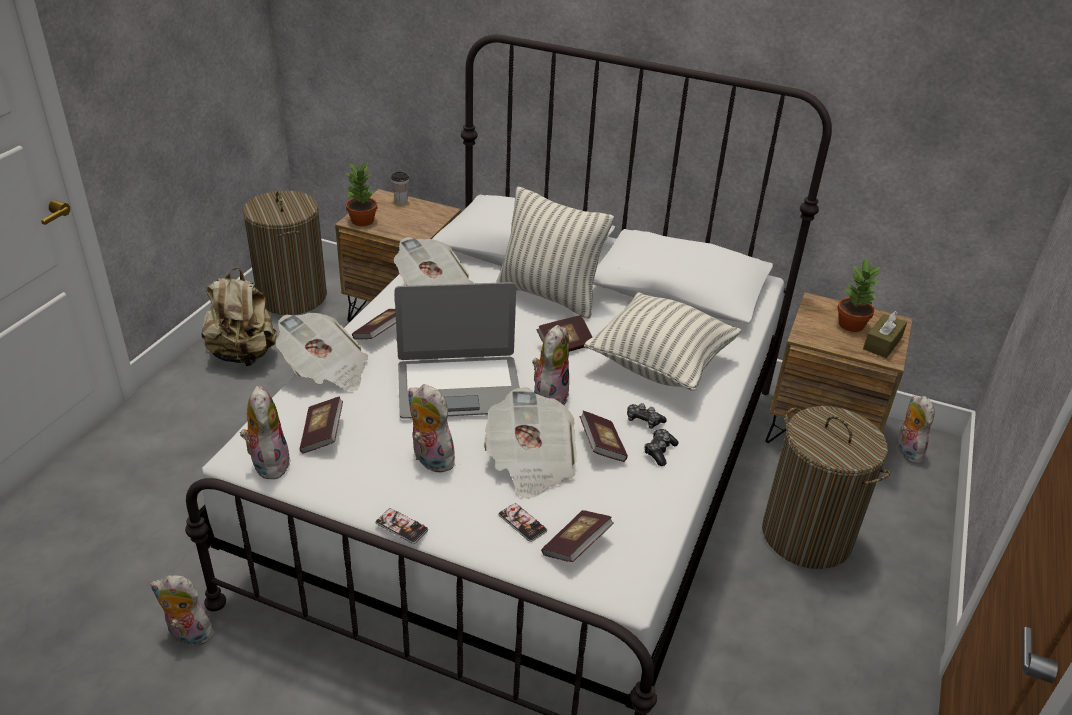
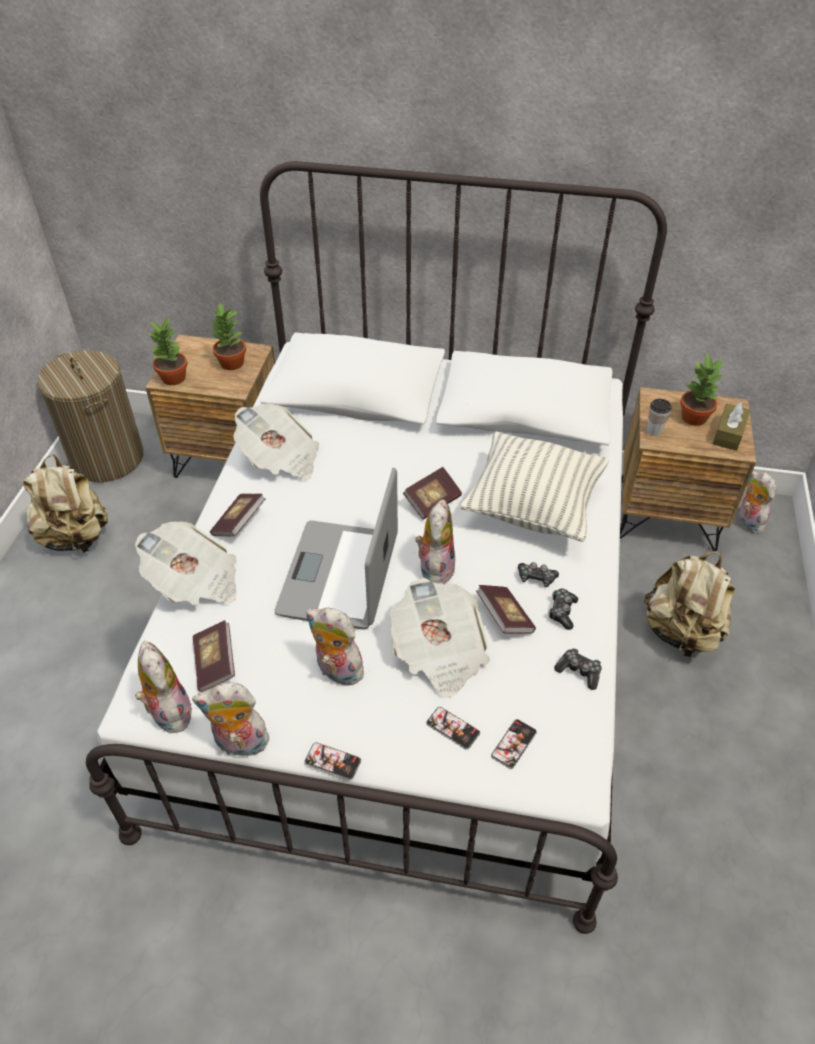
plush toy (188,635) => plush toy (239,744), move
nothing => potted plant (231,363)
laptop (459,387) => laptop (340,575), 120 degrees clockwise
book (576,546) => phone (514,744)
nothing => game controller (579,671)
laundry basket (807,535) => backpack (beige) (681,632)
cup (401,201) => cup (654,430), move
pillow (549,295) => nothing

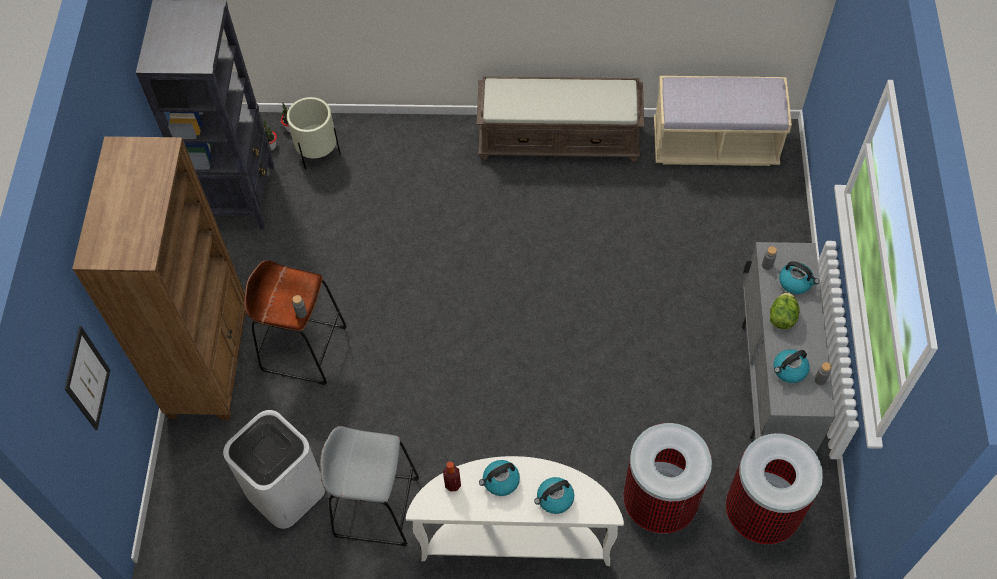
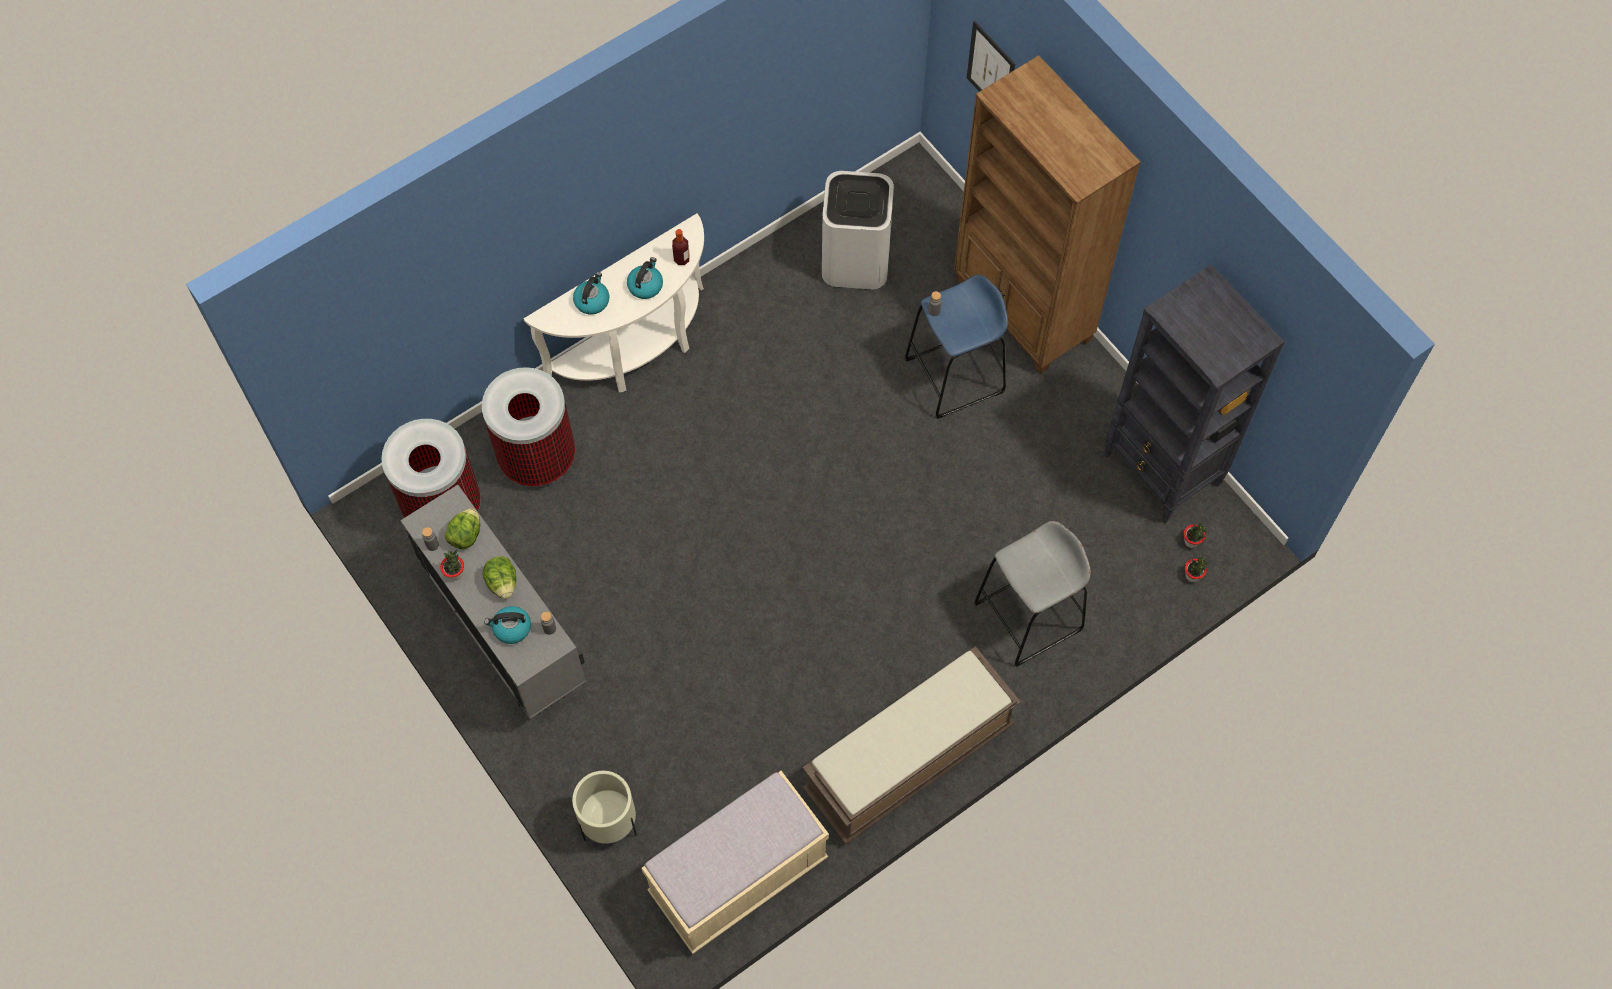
nothing => potted plant (455,574)
kettle (789,370) => lettuce (465,535)
planter (beige) (318,153) => planter (beige) (609,823), move
stool (brown) (304,348) => stool (blue) (955,376)
stool (grey) (376,507) => stool (grey) (1028,617), move

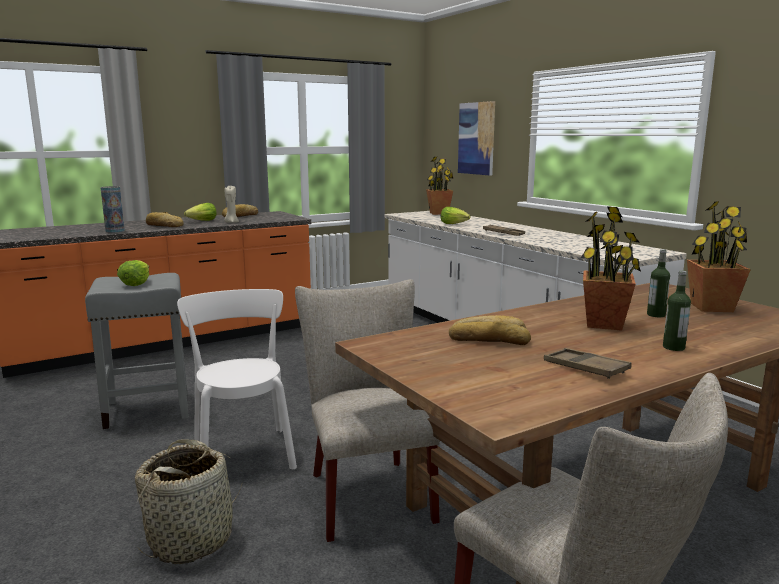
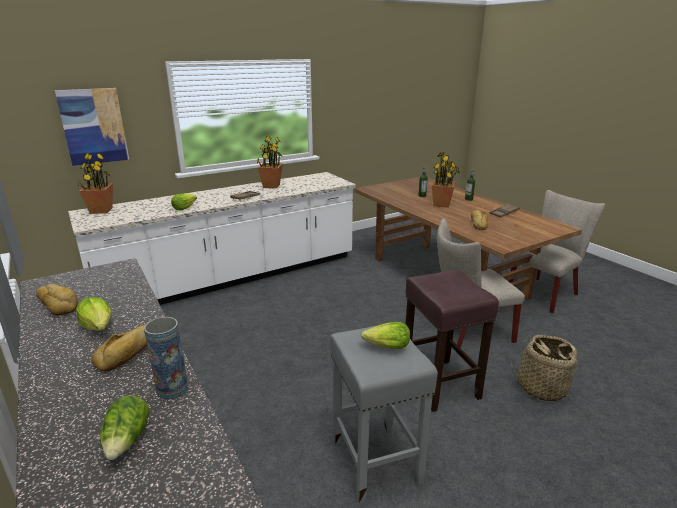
nothing => lettuce (127,440)
potted plant (711,307) => potted plant (271,186), move
chair (white) (243,452) => stool (brown) (439,383)
candle (beige) (231,222) => nothing

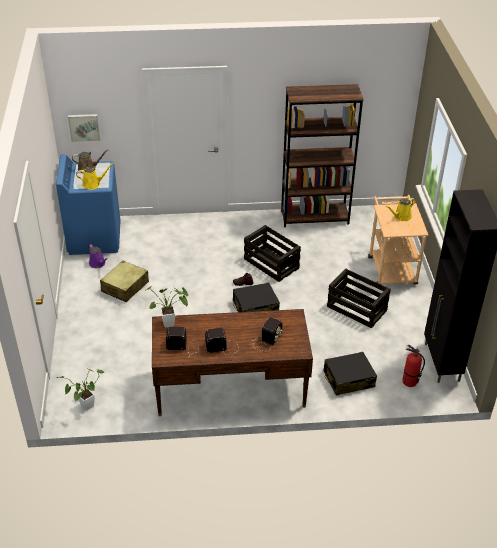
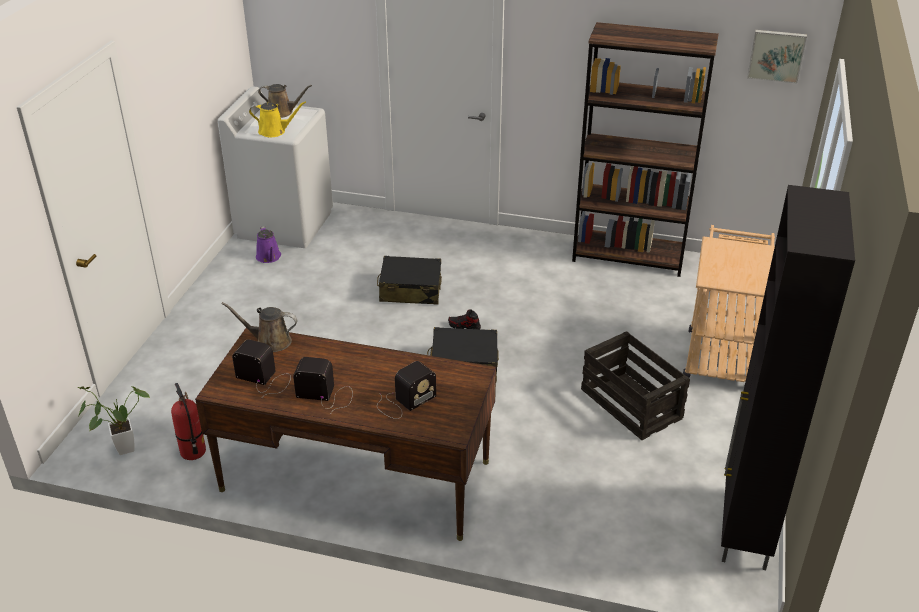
fire extinguisher (409,382) => fire extinguisher (192,452), move
washing machine (blue) (94,238) => washing machine (white) (285,224)
potted plant (171,323) => watering can (brown) (270,341)
suitcase (black) (348,379) => suitcase (black) (410,290), move
picture (84,127) => picture (776,55), move
suitcase (beige) (125,287) => nothing
crate (272,264) => nothing
watering can (yellow) (401,217) => nothing

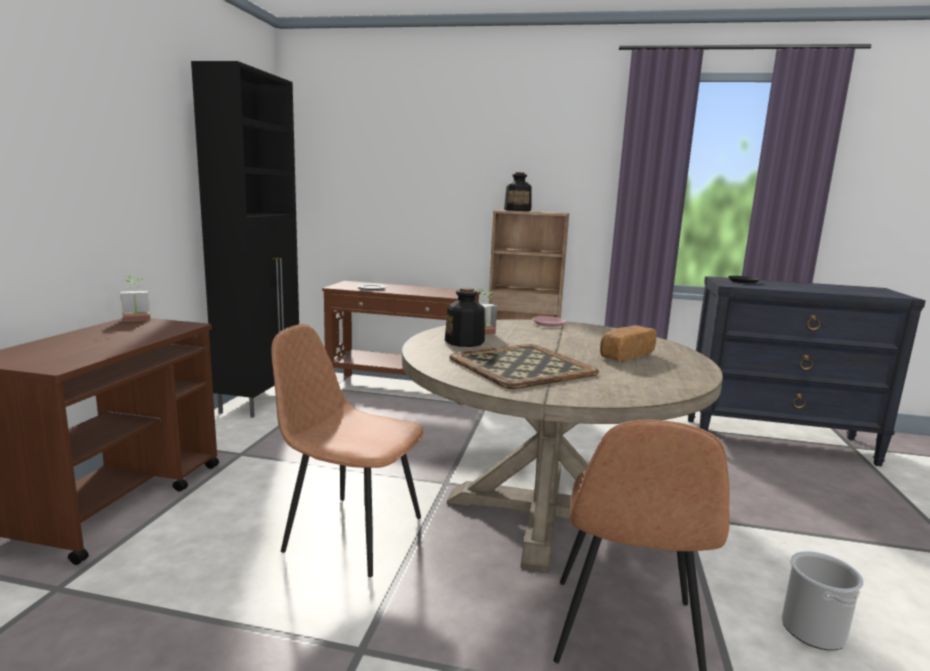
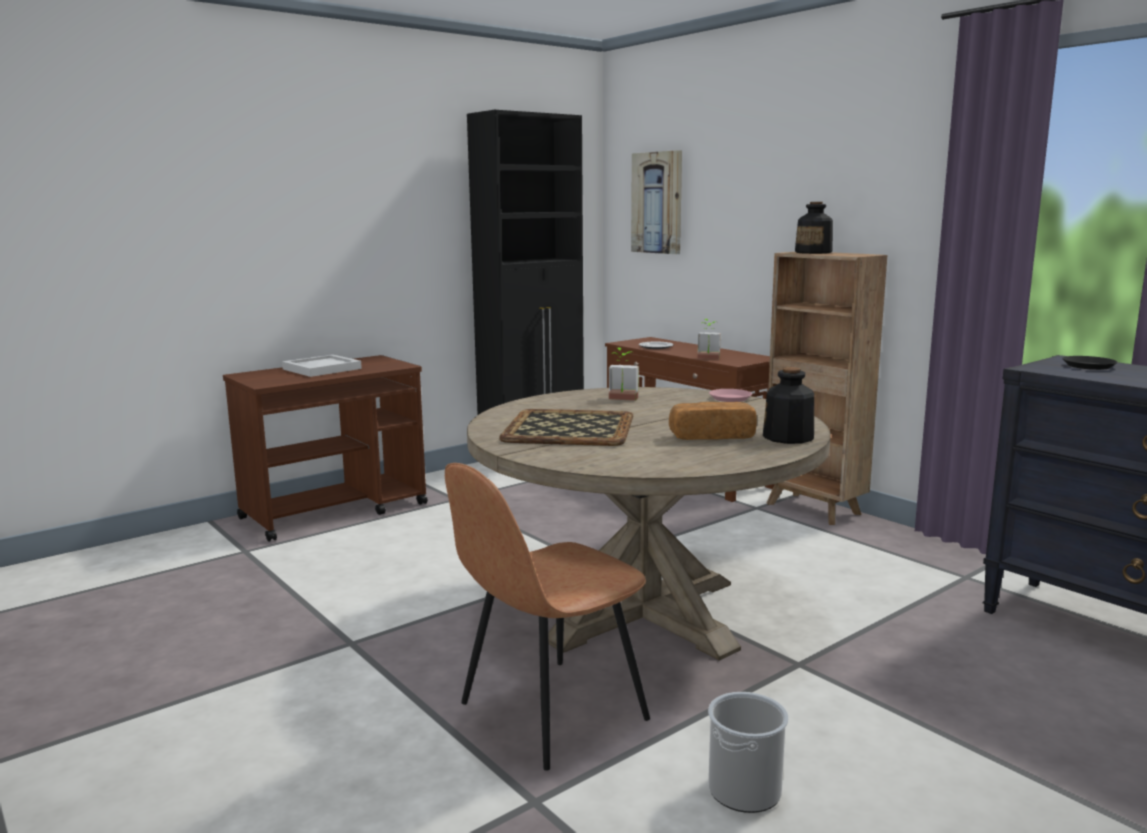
nothing => tray (white) (322,368)
nothing => picture (657,203)
potted plant (136,321) => potted plant (708,359), move
bottle (465,342) => bottle (788,437), move
chair (brown) (351,533) => nothing

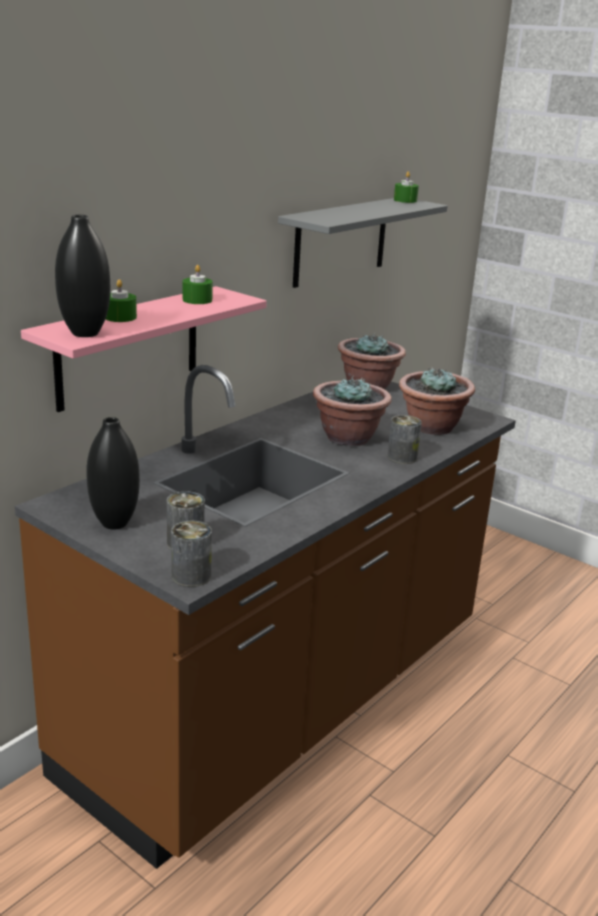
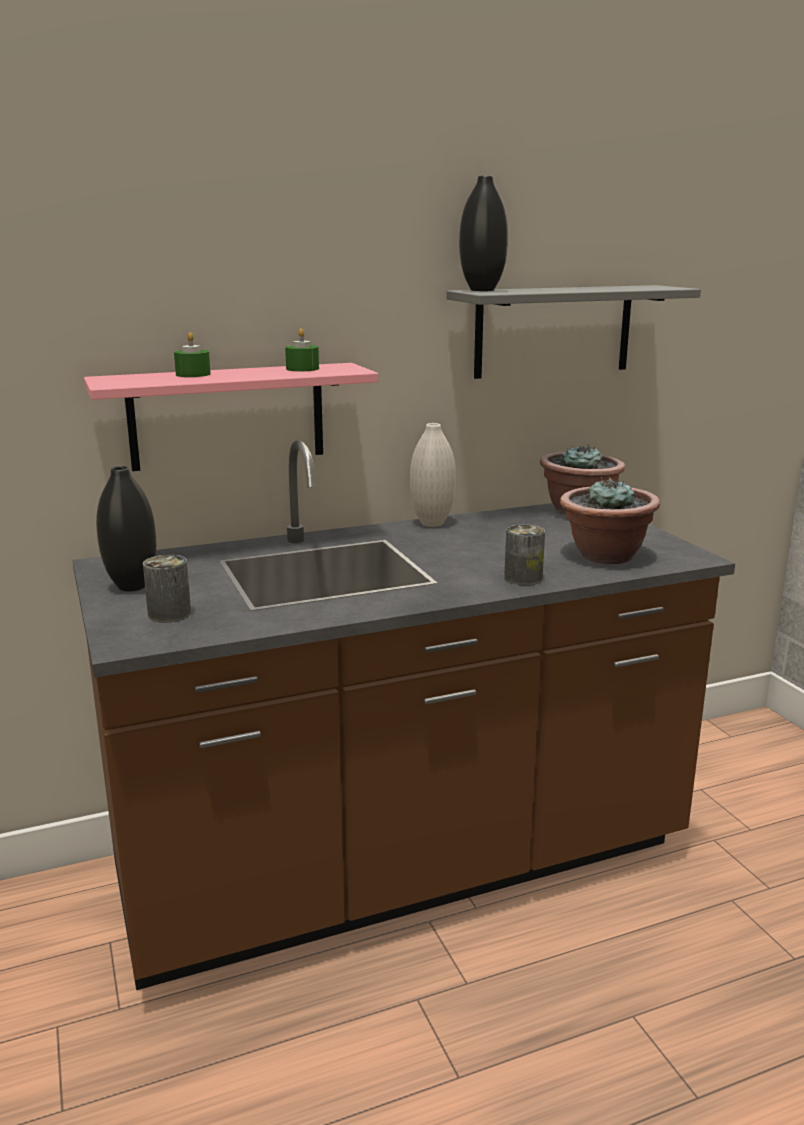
nothing => vase (white) (432,523)
vase (black) (85,333) => vase (black) (482,290), move
can (191,576) => nothing
potted plant (348,438) => nothing
candle (green) (405,200) => nothing

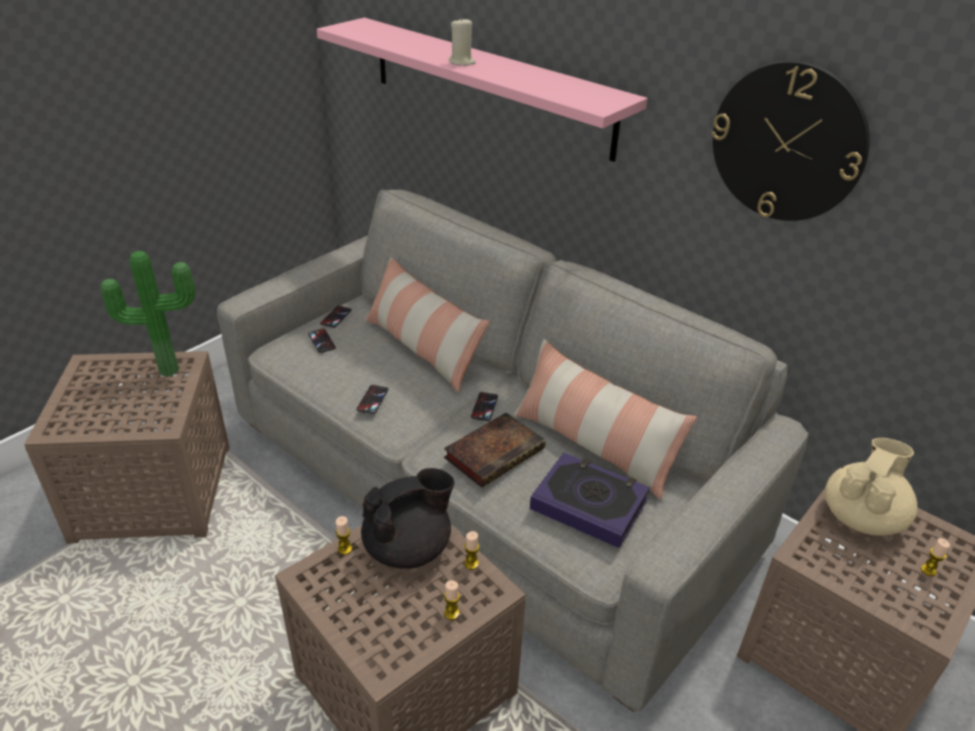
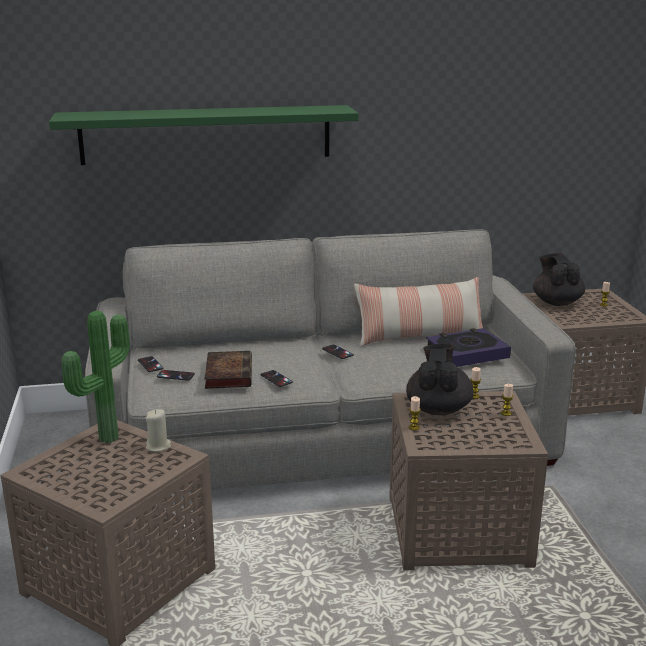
shelf (pink) (488,86) => shelf (green) (206,134)
candle (beige) (462,62) => candle (beige) (158,446), move
book (495,452) => book (228,373), move
teapot (beige) (862,517) => teapot (black) (556,302)
pillow (422,348) => nothing
wall clock (787,143) => nothing

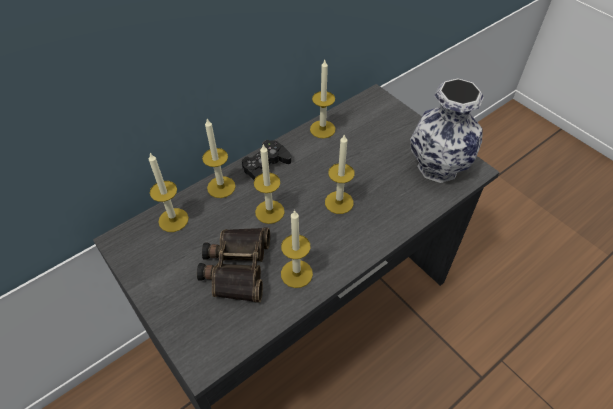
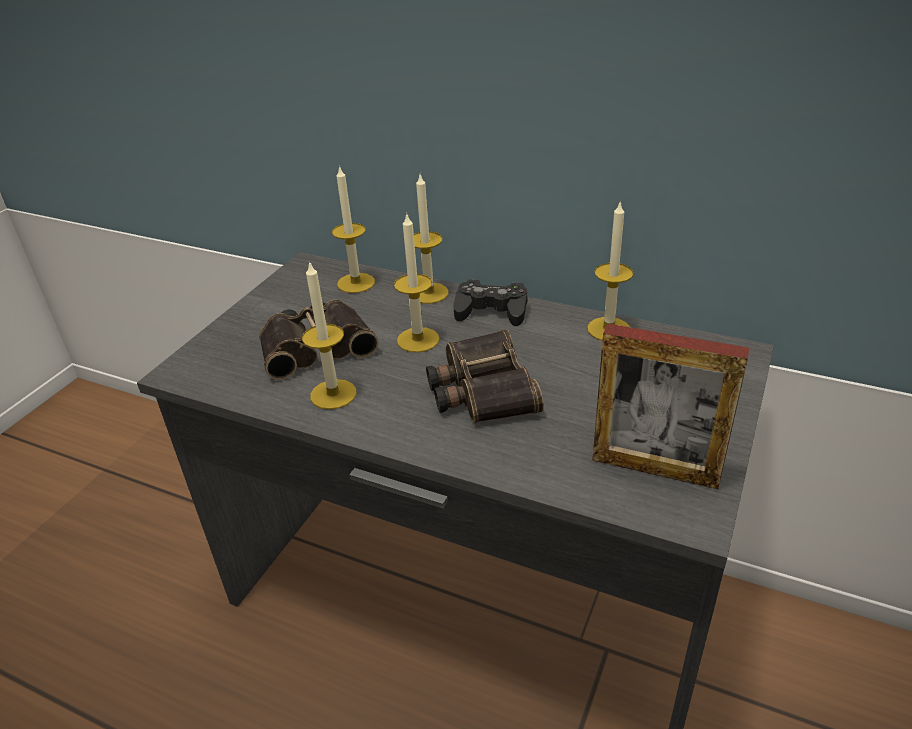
candle (339,202) => binoculars (481,389)
vase (438,166) => picture frame (655,468)

